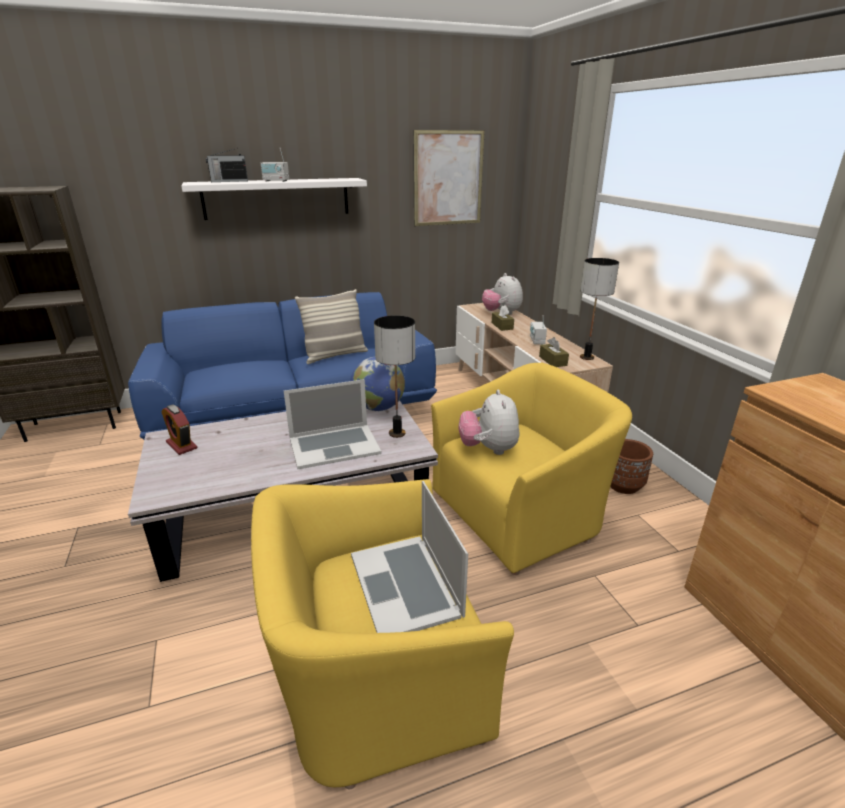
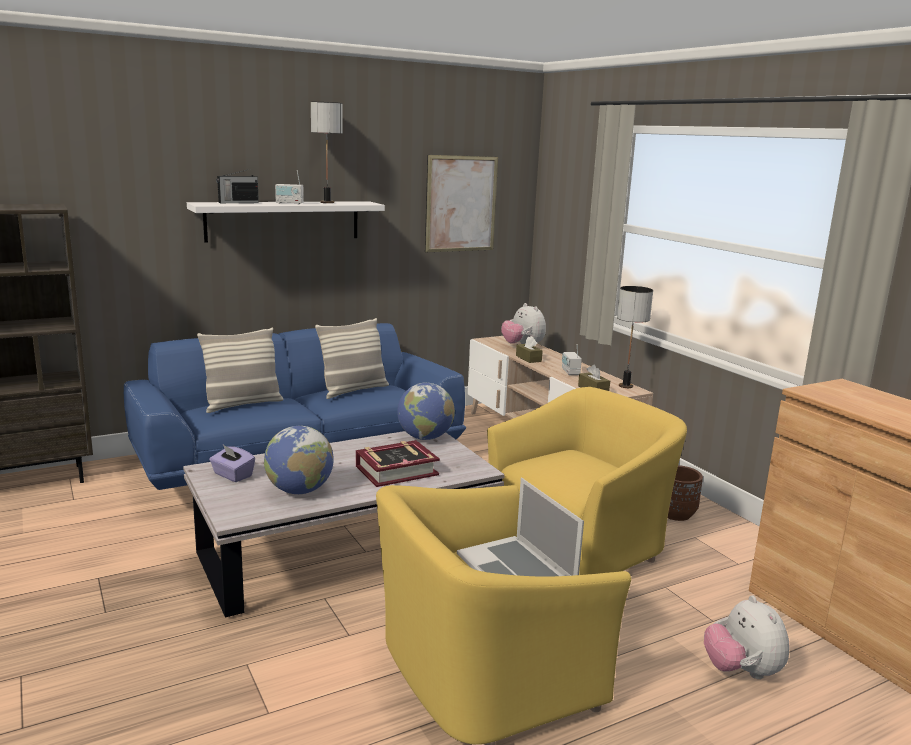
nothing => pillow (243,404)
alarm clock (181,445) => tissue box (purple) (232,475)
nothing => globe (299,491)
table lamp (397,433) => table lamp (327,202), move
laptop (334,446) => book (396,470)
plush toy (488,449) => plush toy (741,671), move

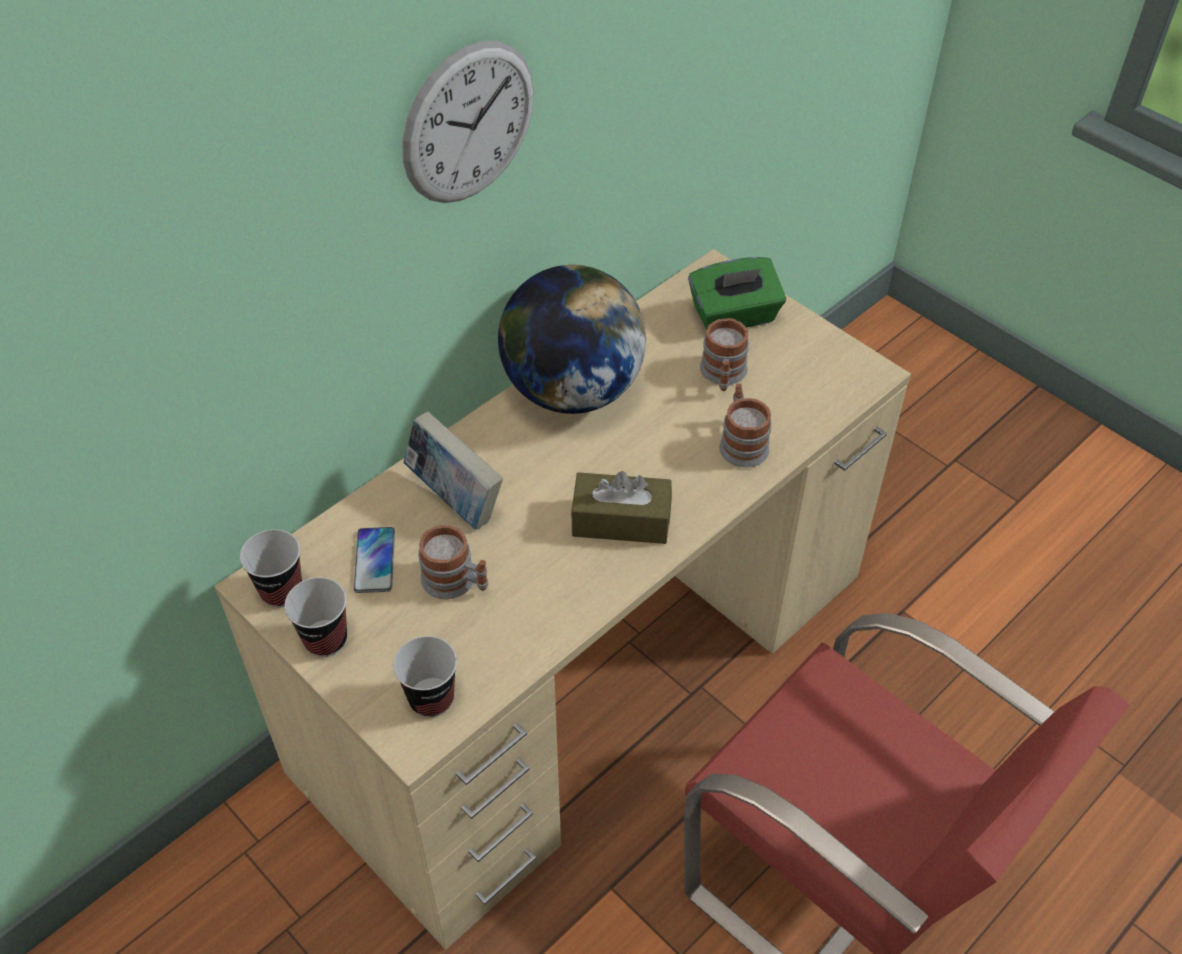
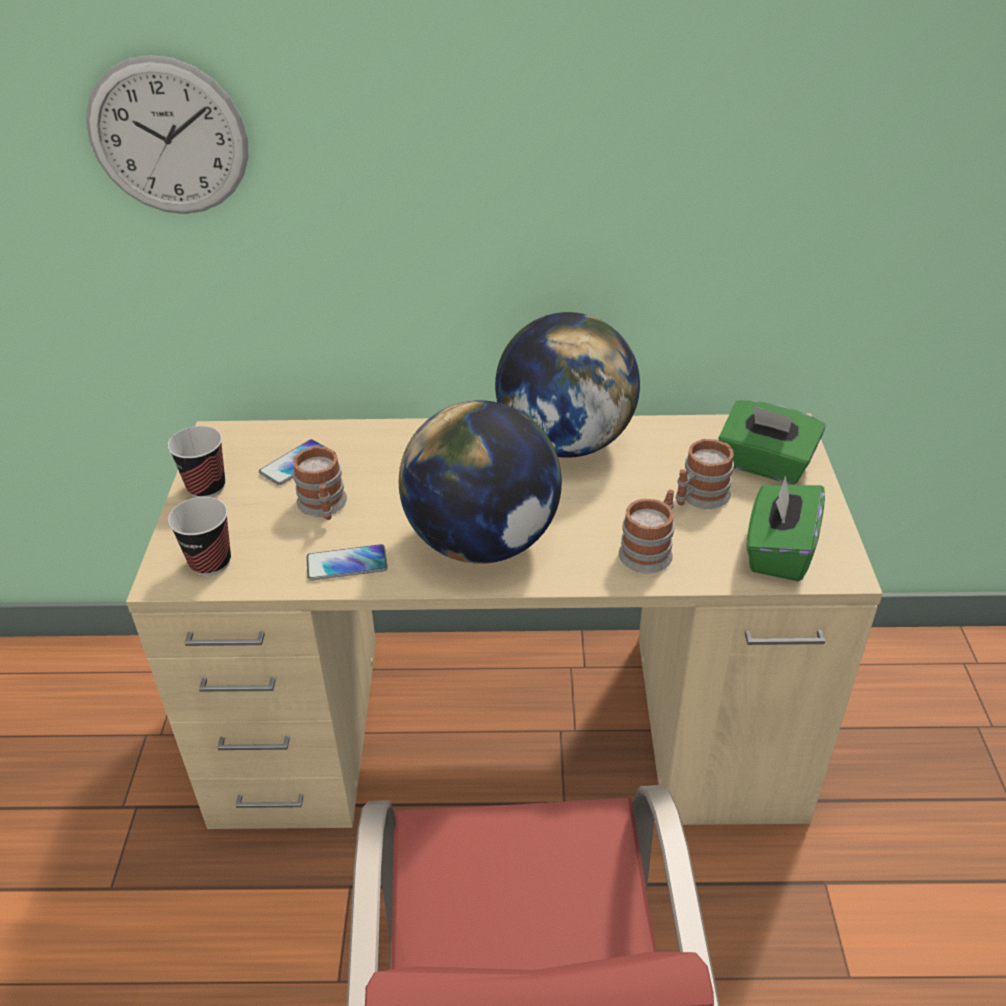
wall clock (469,123) => wall clock (168,137), move
nothing => phone (347,564)
tissue box (brown) (621,521) => globe (483,542)
nothing => tissue box (green) (778,551)
cup (281,591) => nothing
book (455,499) => nothing

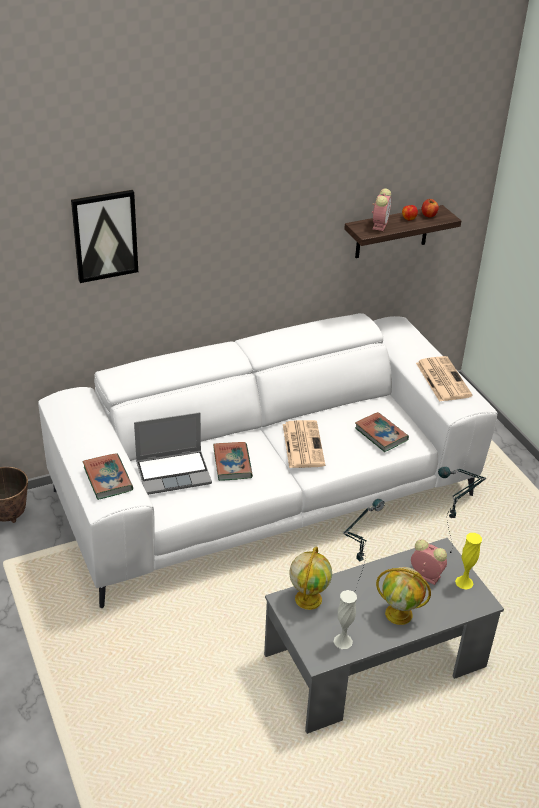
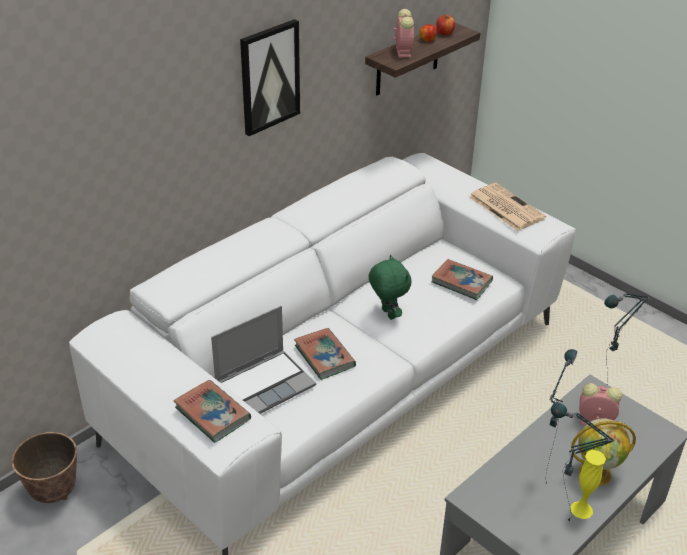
picture (105,235) => picture (269,77), move
newspaper (302,444) => plush toy (green) (387,314)
vase (white) (343,641) => table lamp (558,524)
vase (yellow) (464,582) => vase (yellow) (581,509), move
globe (308,598) => nothing

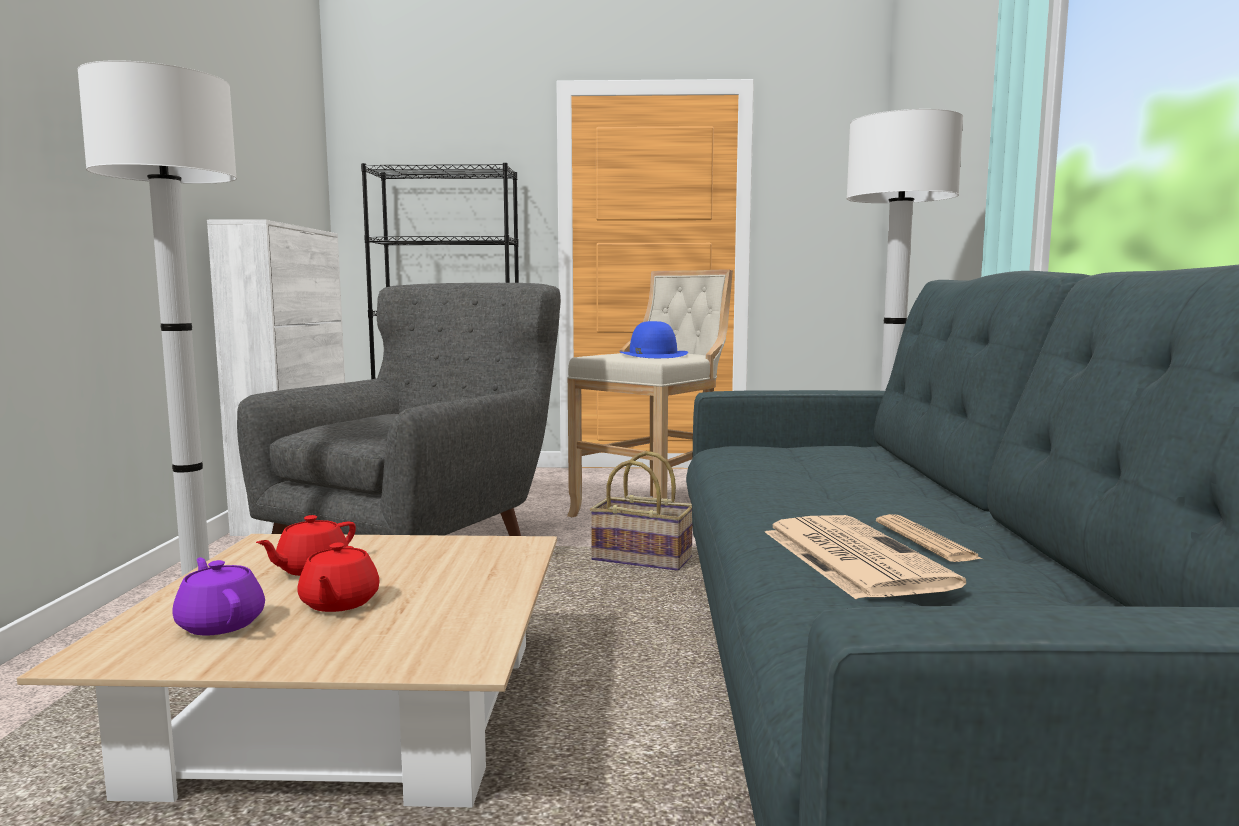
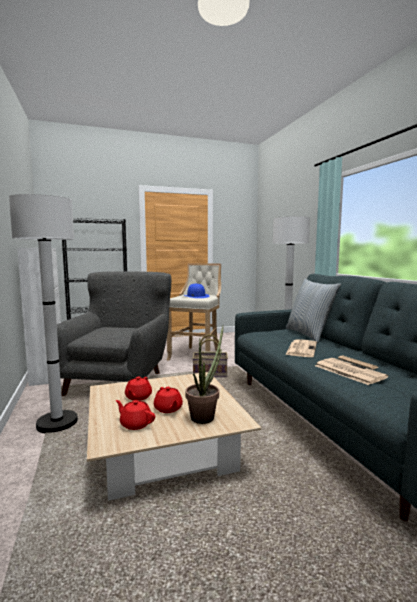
teapot (purple) (221,623) => teapot (red) (135,424)
nothing => potted plant (205,415)
nothing => newspaper (301,349)
nothing => pillow (309,334)

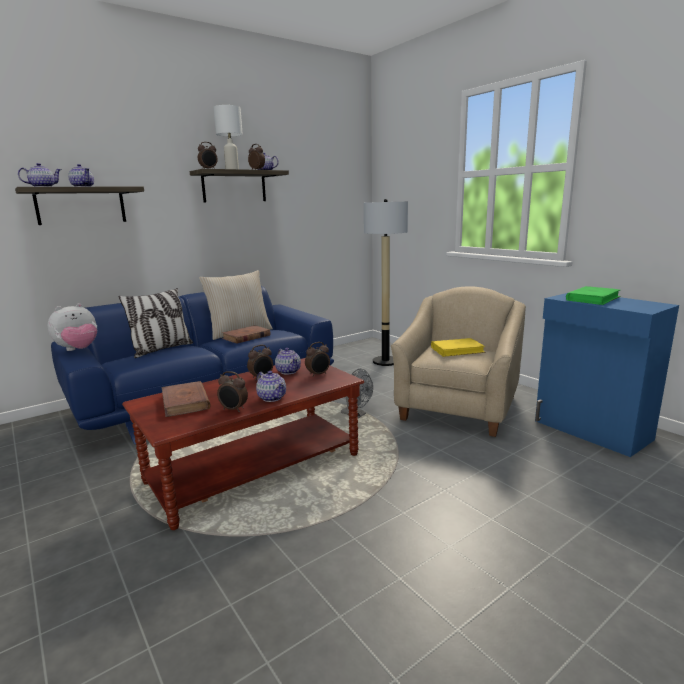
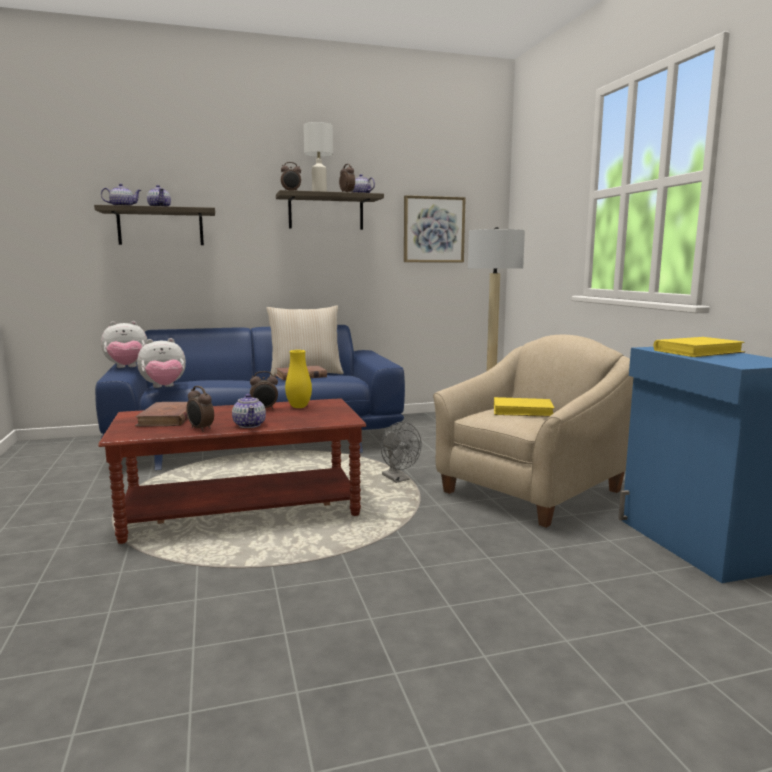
nothing => plush toy (164,387)
teapot (288,371) => vase (yellow) (299,407)
nothing => picture (433,229)
book (green) (593,298) => book (yellow) (698,352)
pillow (161,349) => nothing
alarm clock (318,375) => nothing

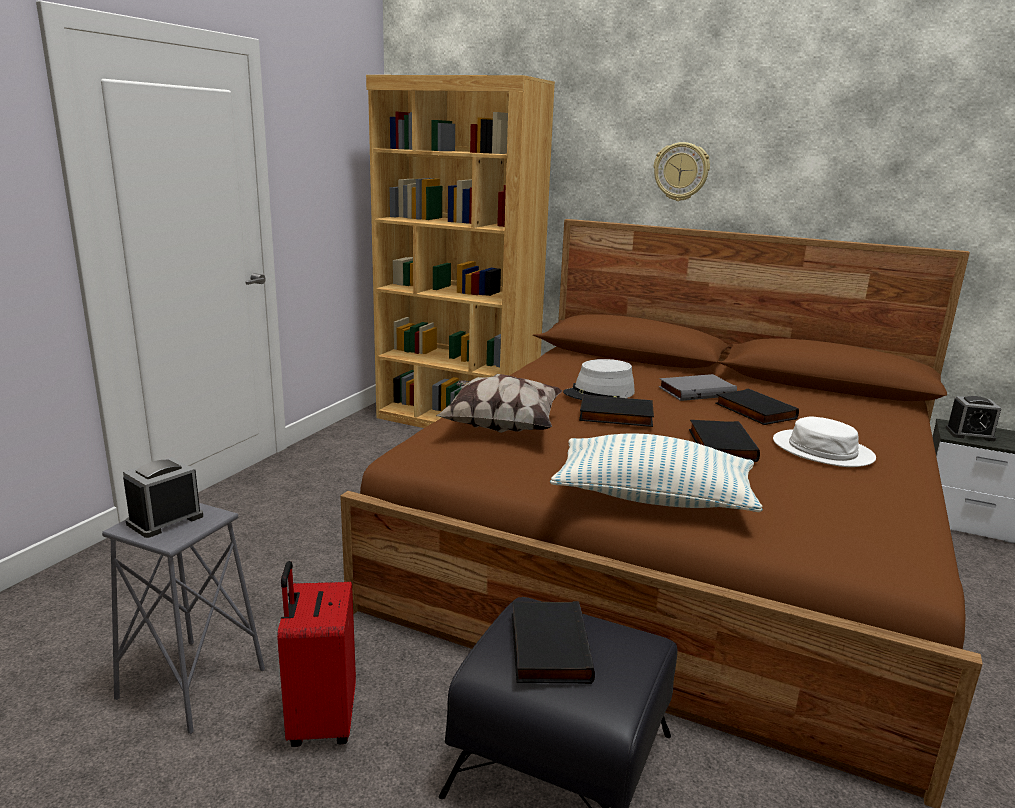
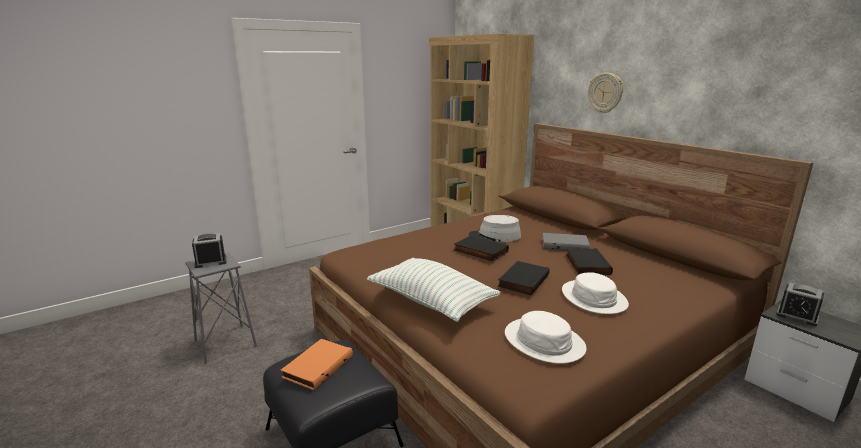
book (black) (547,646) => book (orange) (317,366)
nothing => hat (white) (544,341)
suitcase (red) (320,721) => nothing
pillow (501,427) => nothing

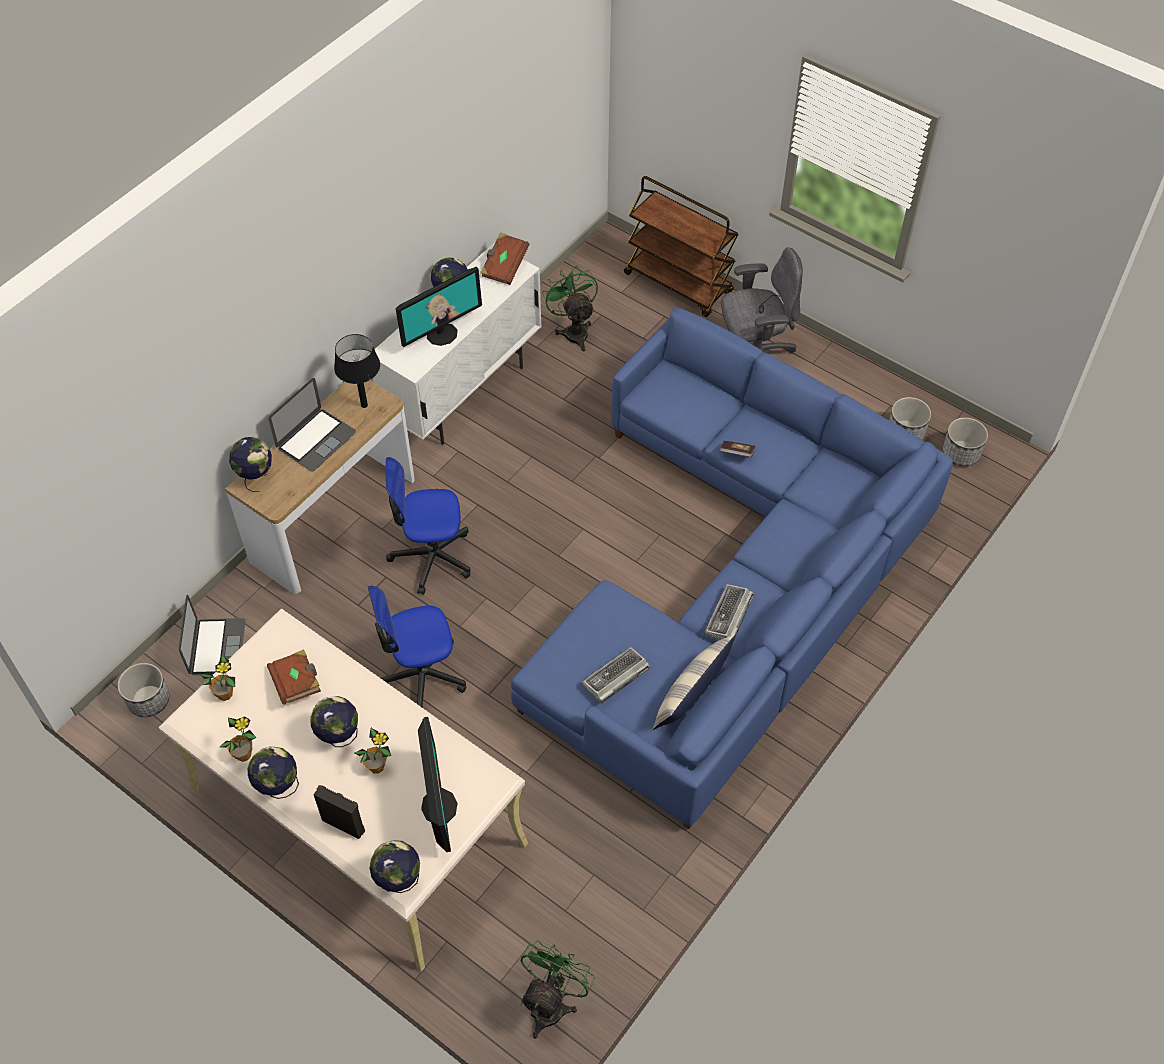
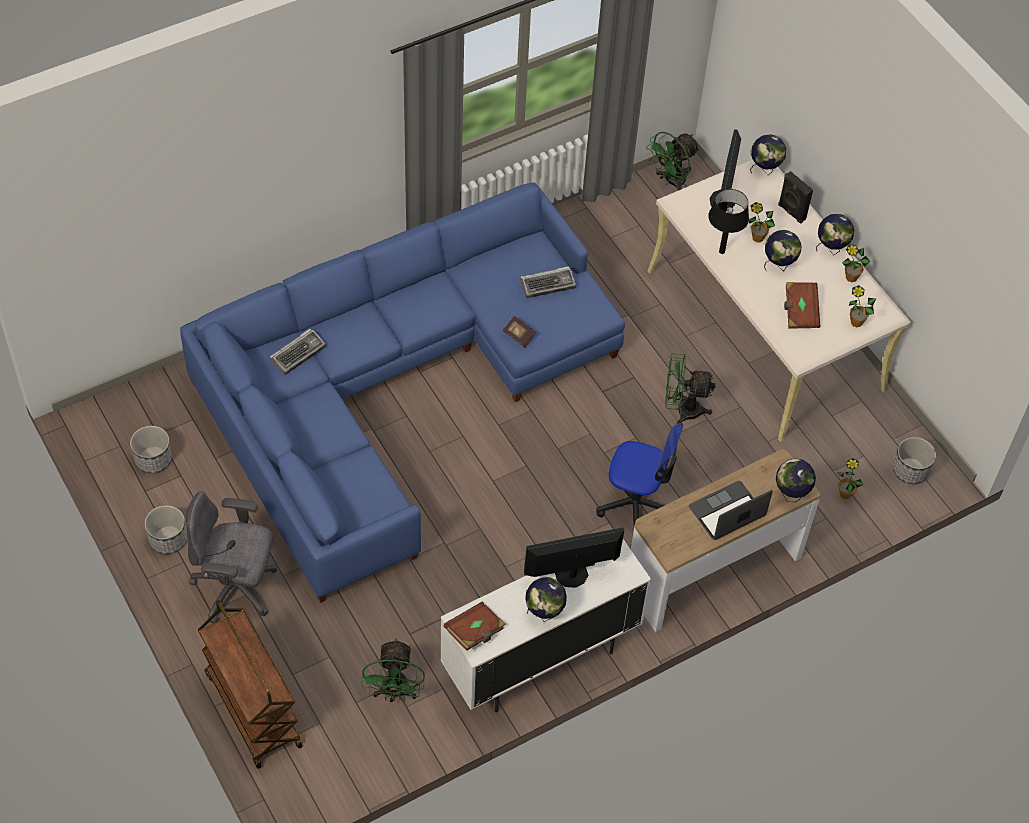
planter (961,453) => planter (168,539), move
keyboard (728,616) => keyboard (298,353), move
book (737,453) => book (519,335), move
office chair (421,676) => fan (green) (682,410)
table lamp (black) (364,405) => table lamp (black) (722,251), move
laptop (217,647) => potted plant (845,494)
pillow (691,693) => nothing

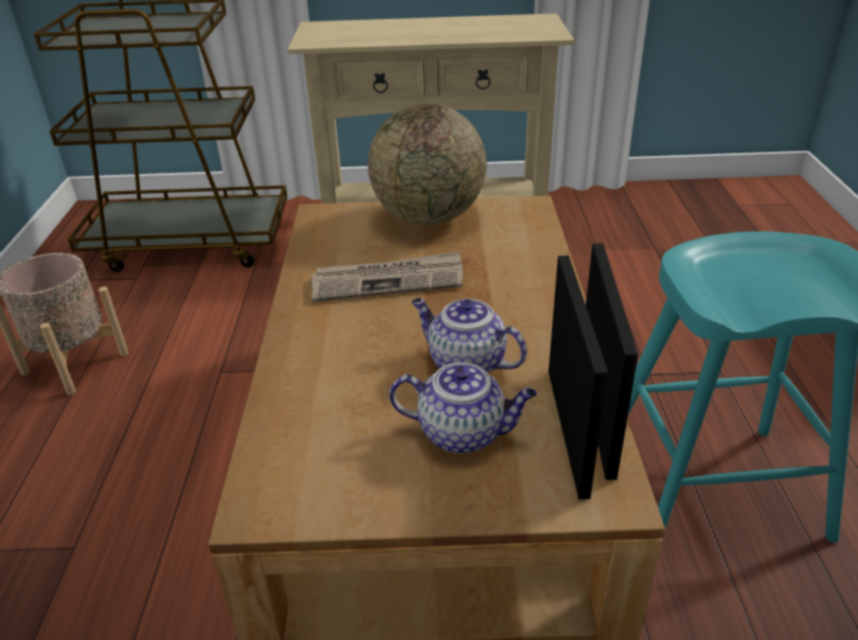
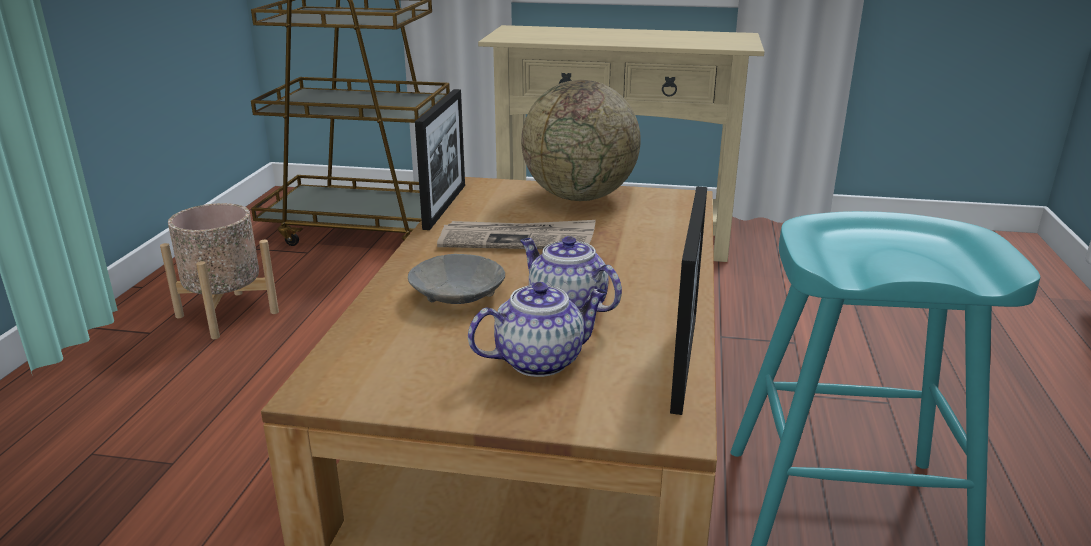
nothing => bowl (grey) (458,295)
picture frame (567,429) => picture frame (445,206), move
teapot (463,433) => teapot (540,360), 45 degrees counterclockwise

